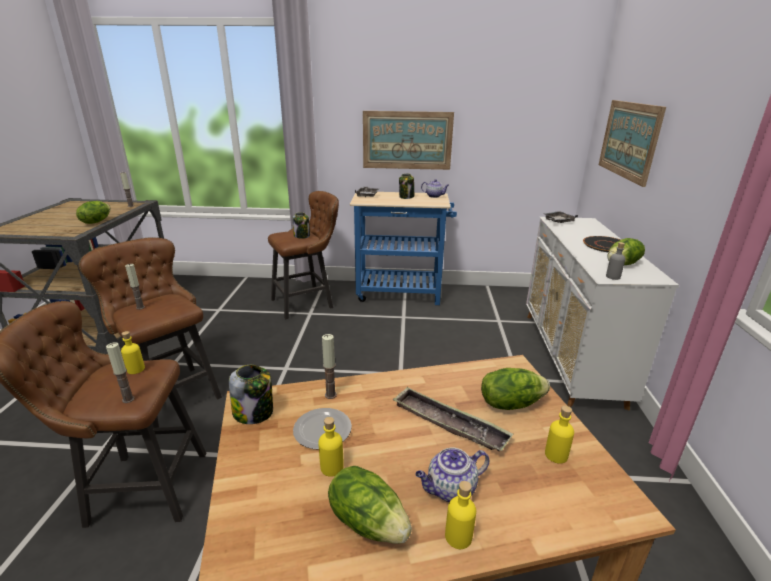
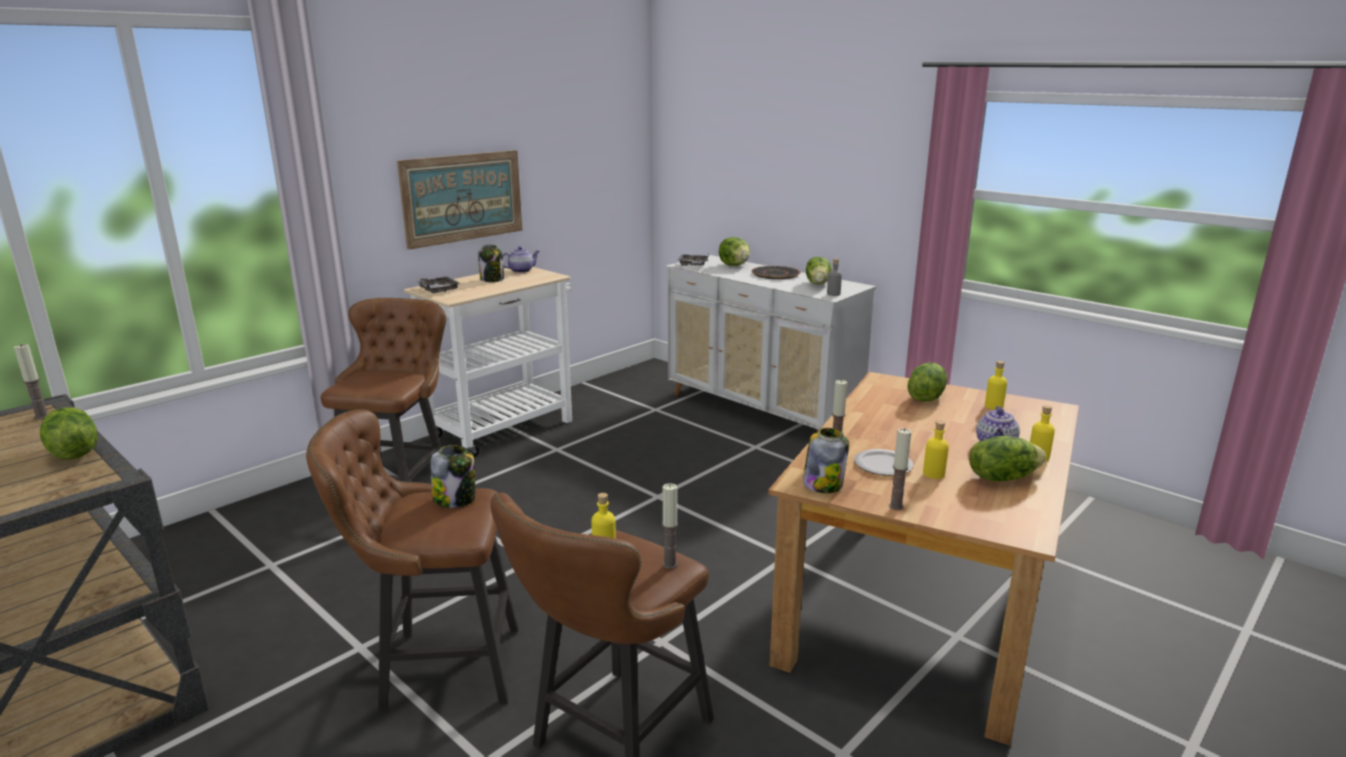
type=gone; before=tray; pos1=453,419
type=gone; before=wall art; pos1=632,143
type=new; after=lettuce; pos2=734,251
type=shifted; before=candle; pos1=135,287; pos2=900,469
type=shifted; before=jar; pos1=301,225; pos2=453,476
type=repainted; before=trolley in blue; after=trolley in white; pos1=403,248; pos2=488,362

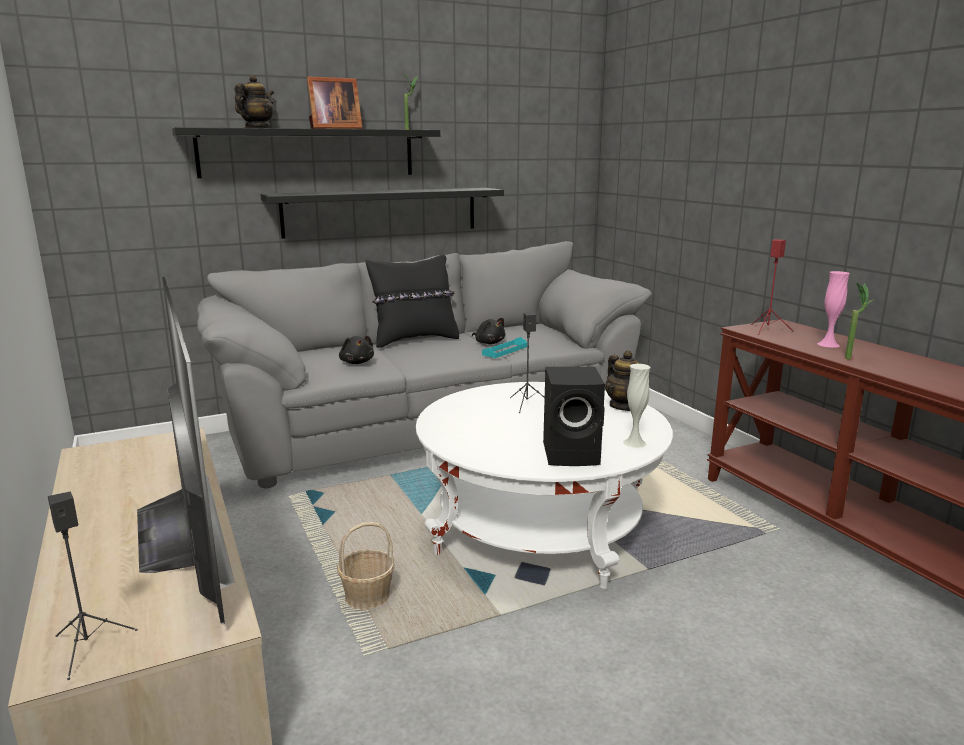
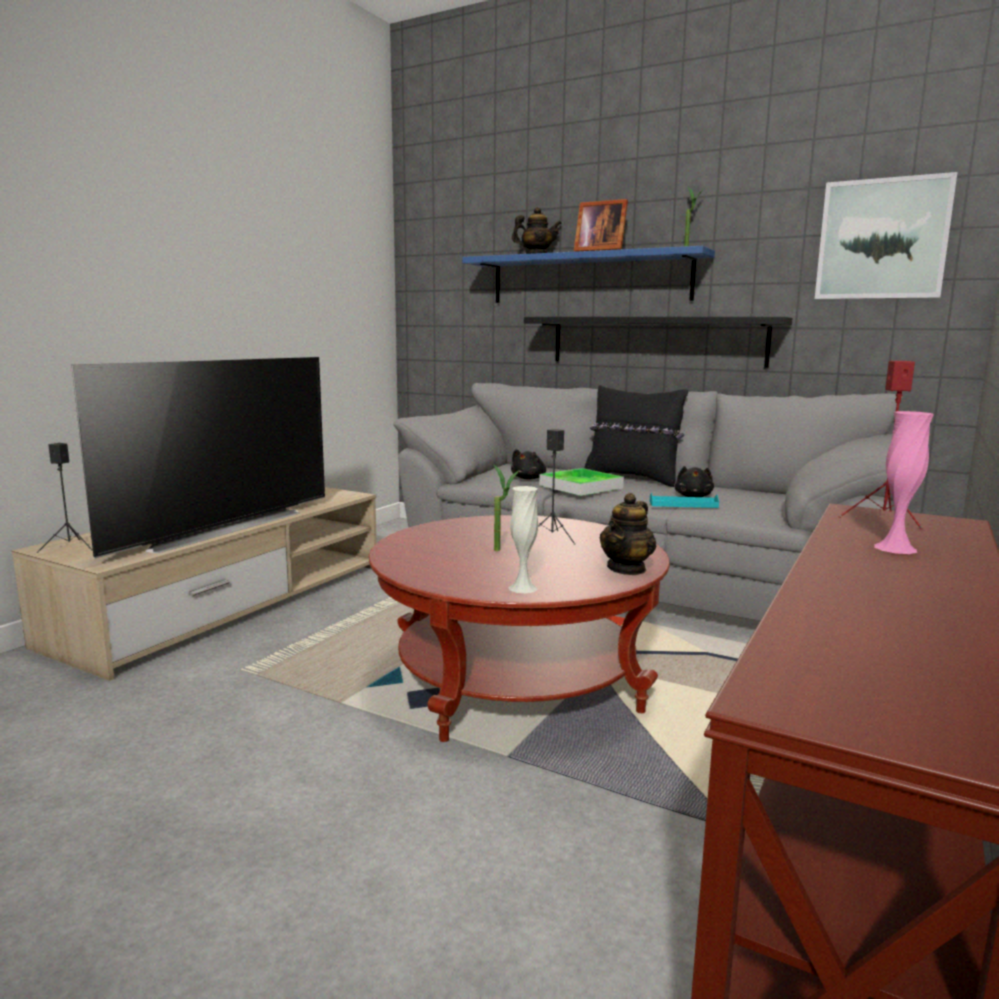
type=gone; before=household basket; pos1=366,566
type=gone; before=loudspeaker in black; pos1=574,416
type=new; after=tray; pos2=581,482
type=new; after=wall art; pos2=886,235
type=shifted; before=houseplant; pos1=860,321; pos2=506,507
type=repainted; before=bracket shelf in black; after=bracket shelf in blue; pos1=306,152; pos2=588,274
type=repainted; before=coffee table in white; after=coffee table in red-coloured; pos1=544,485; pos2=519,628

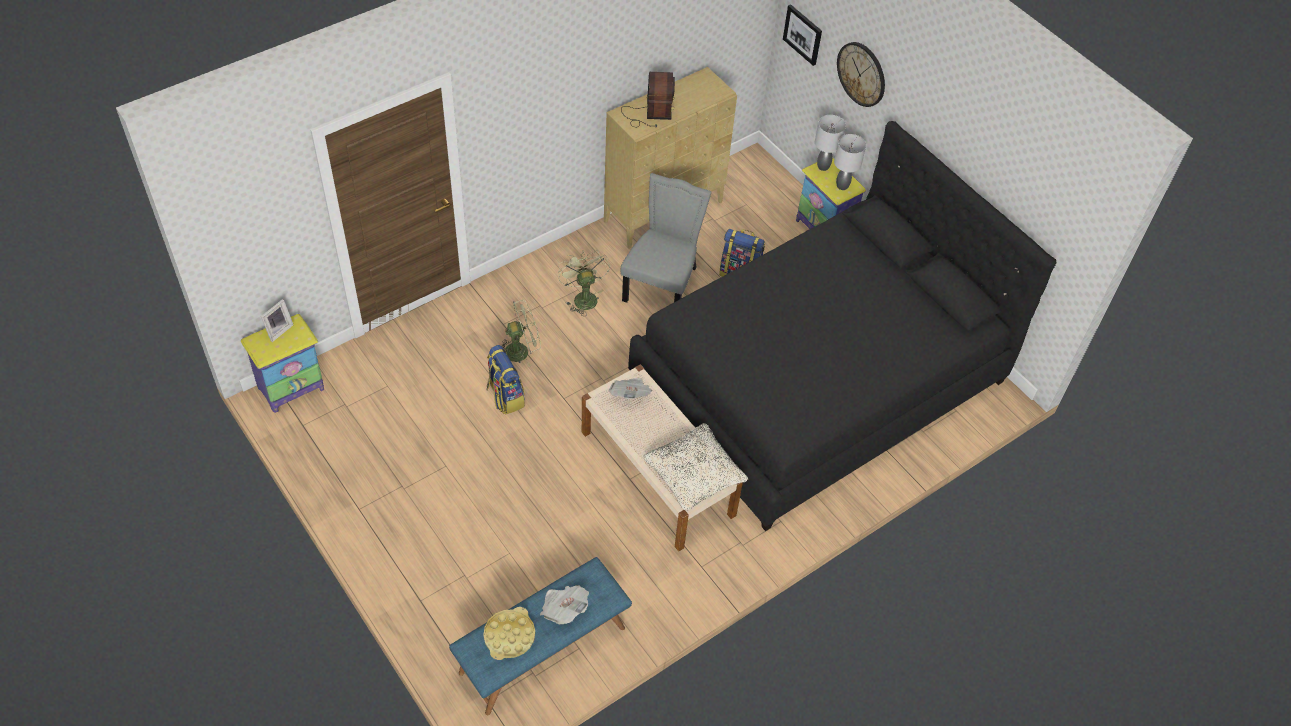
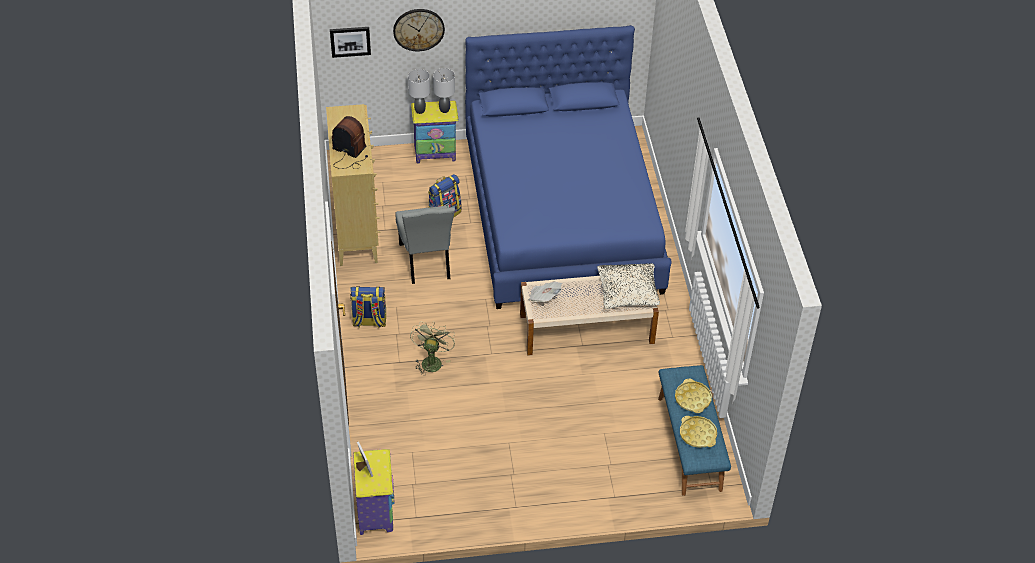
type=gone; before=fan in green-coloured; pos1=584,282
type=shifted; before=rucksack; pos1=505,380; pos2=368,307
type=swapped; before=newspaper; after=tray in yellow; pos1=564,604; pos2=693,396
type=repainted; before=bed in black; after=bed in blue; pos1=842,326; pos2=568,167
type=rotated; before=chair in grey; pos1=666,238; pos2=425,245; turn=-150

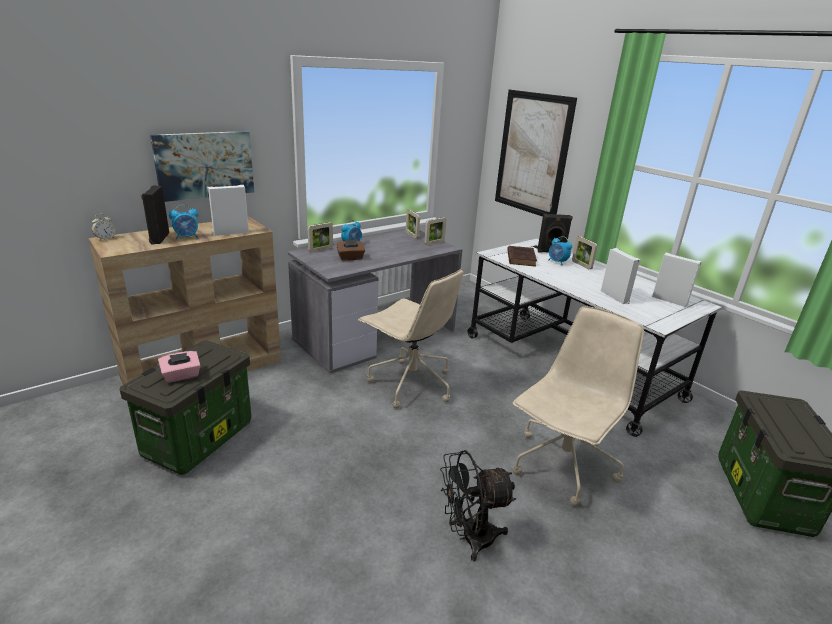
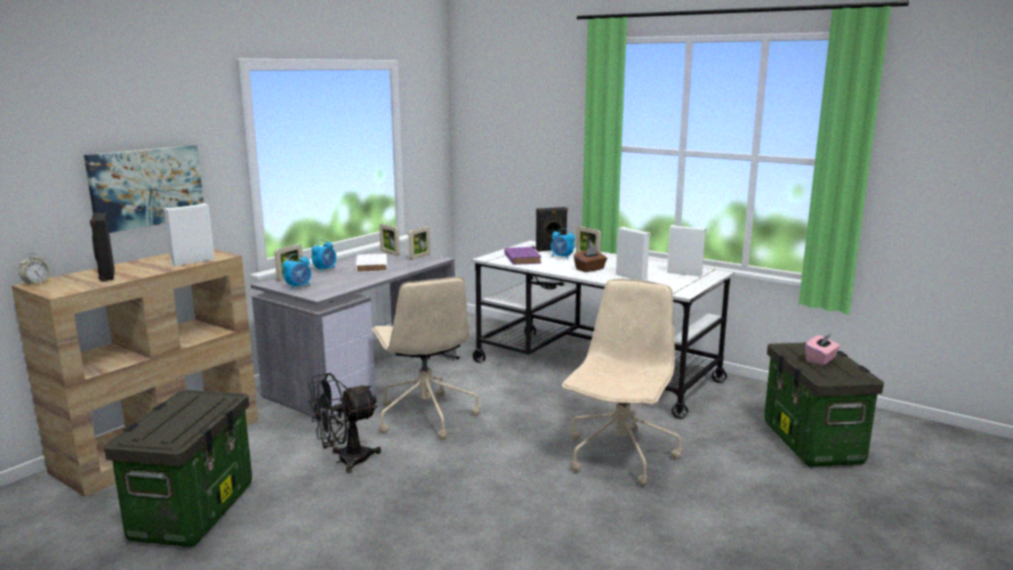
type=gone; before=wall art; pos1=536,153
type=new; after=volume in white; pos2=372,263
type=shifted; before=tissue holder in pink; pos1=179,367; pos2=822,349
type=shifted; before=bedside clock; pos1=184,222; pos2=296,272
type=shifted; before=tissue holder in brown-coloured; pos1=350,250; pos2=590,259
type=shifted; before=fan in black; pos1=478,505; pos2=345,423
type=repainted; before=volume in brown-coloured; after=volume in purplish; pos1=522,256; pos2=522,256
type=rotated; before=desk chair in beige-coloured; pos1=411,339; pos2=426,358; turn=45

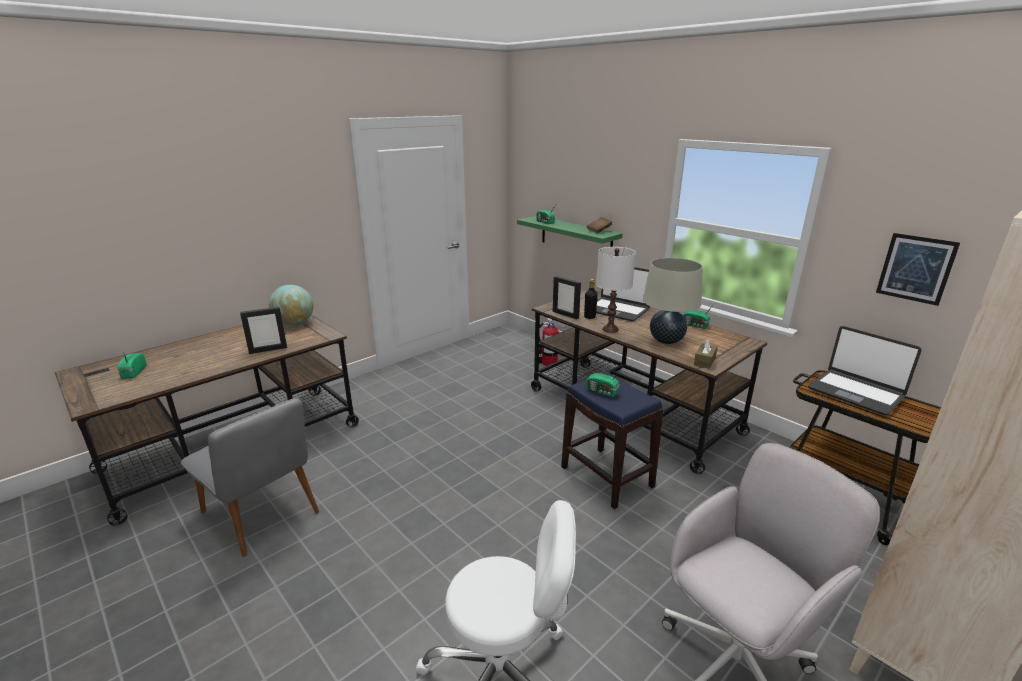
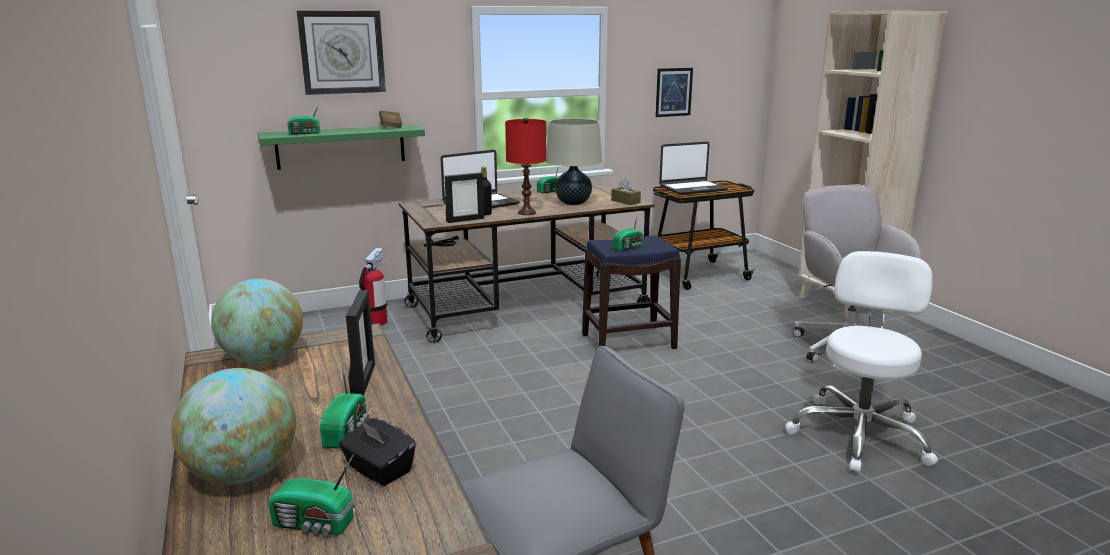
type=new; after=globe; pos2=233,426
type=new; after=hanging clock; pos2=341,52
type=new; after=radio receiver; pos2=344,404
type=new; after=tissue holder in black; pos2=377,452
type=repainted; before=lamp for a table in white; after=lamp for a table in red-coloured; pos1=616,290; pos2=525,166

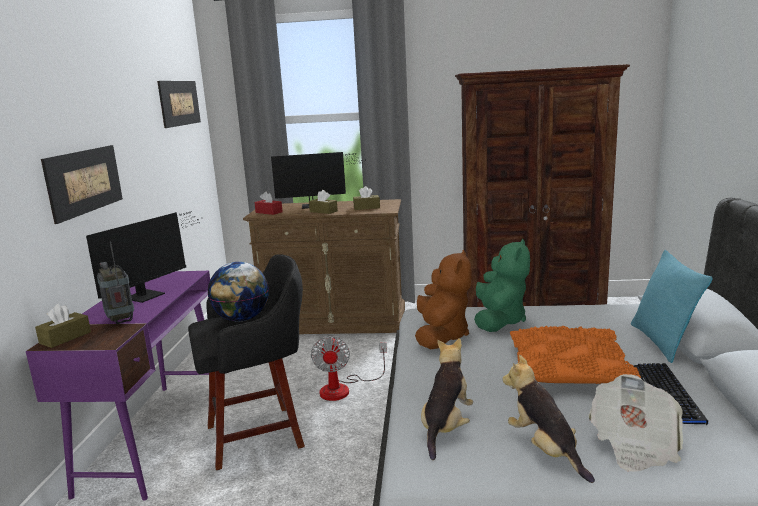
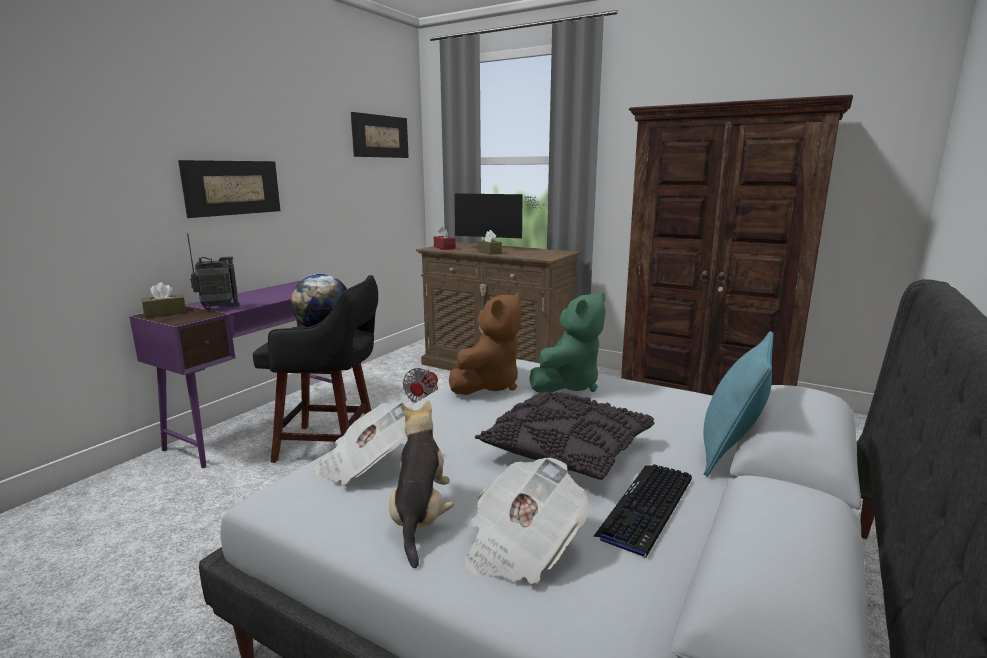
type=gone; before=monitor; pos1=144,257
type=gone; before=tissue holder in brown-coloured; pos1=366,198
type=swapped; before=cuddly toy; after=newspaper; pos1=447,399; pos2=362,443
type=repainted; before=pillow in orange-coloured; after=pillow in black; pos1=575,355; pos2=565,435
type=rotated; before=radio receiver; pos1=115,282; pos2=213,271; turn=75

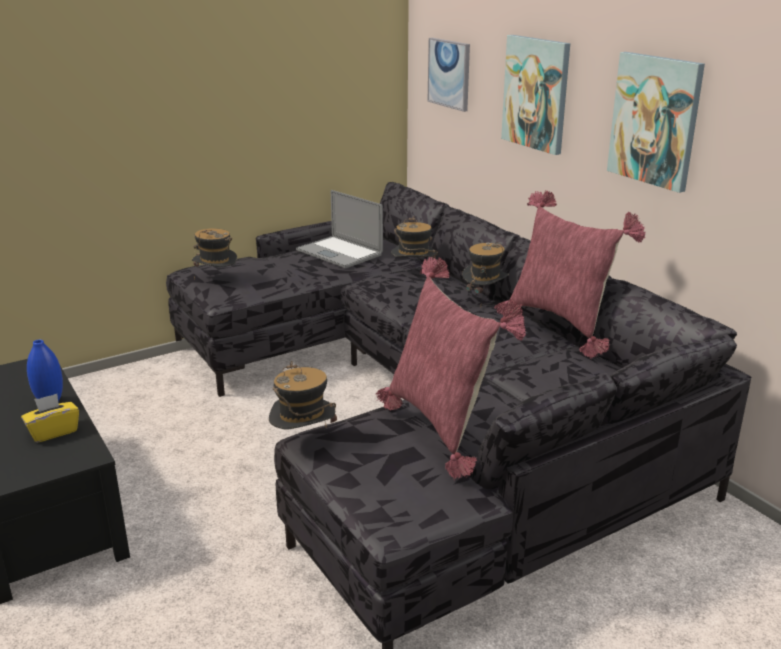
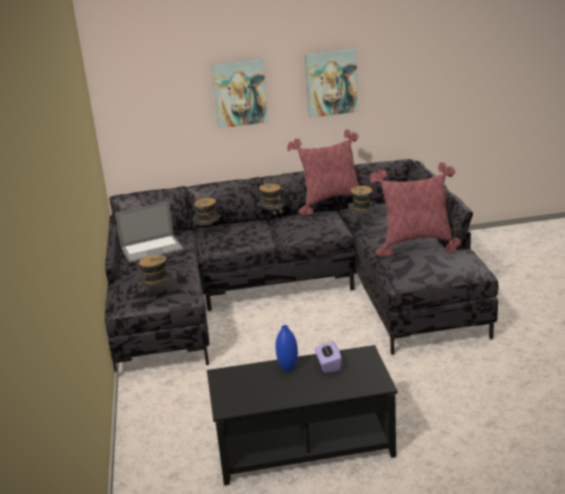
type=gone; before=wall art; pos1=449,75
type=shifted; before=clothing hat; pos1=303,395; pos2=362,200
type=repainted; before=tissue holder in yellow; after=tissue holder in purplish; pos1=50,418; pos2=328,357

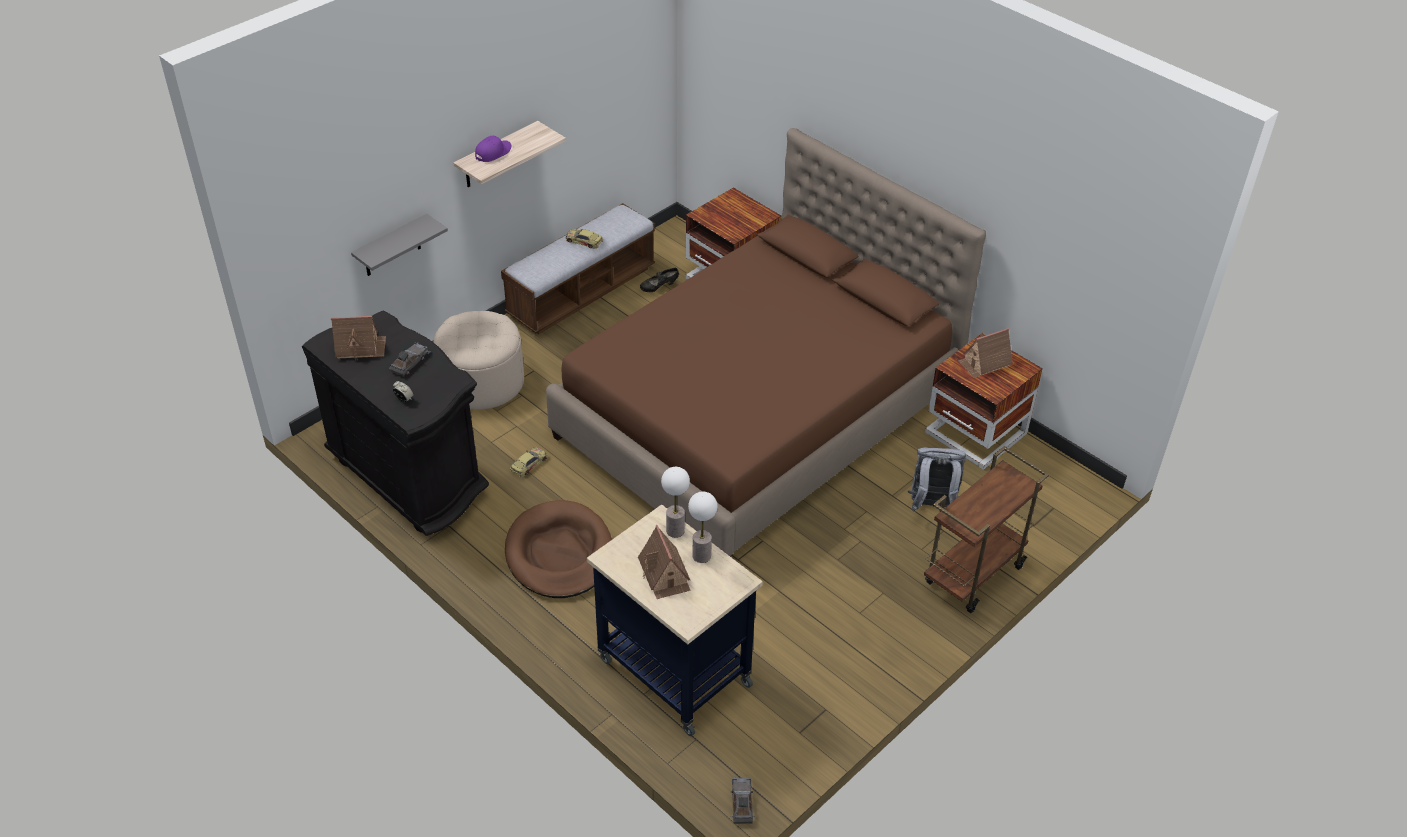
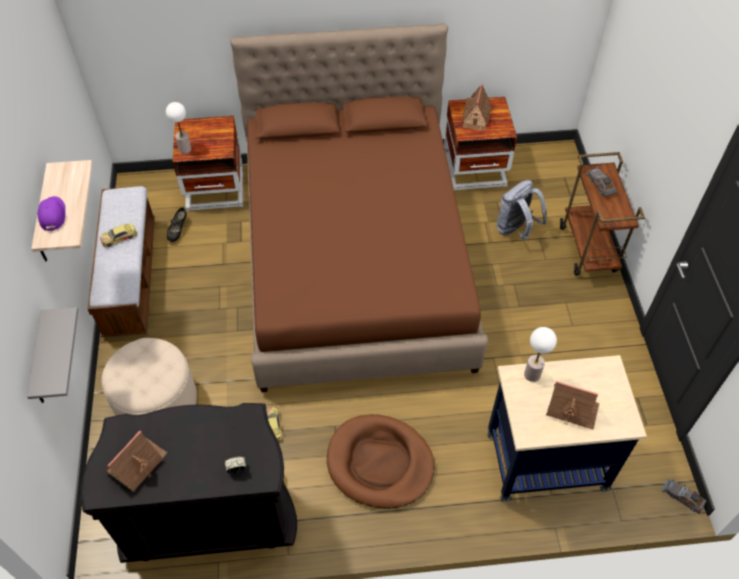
type=shifted; before=toy car in grey; pos1=409,359; pos2=601,182
type=shifted; before=lamp for a table; pos1=702,527; pos2=178,128

